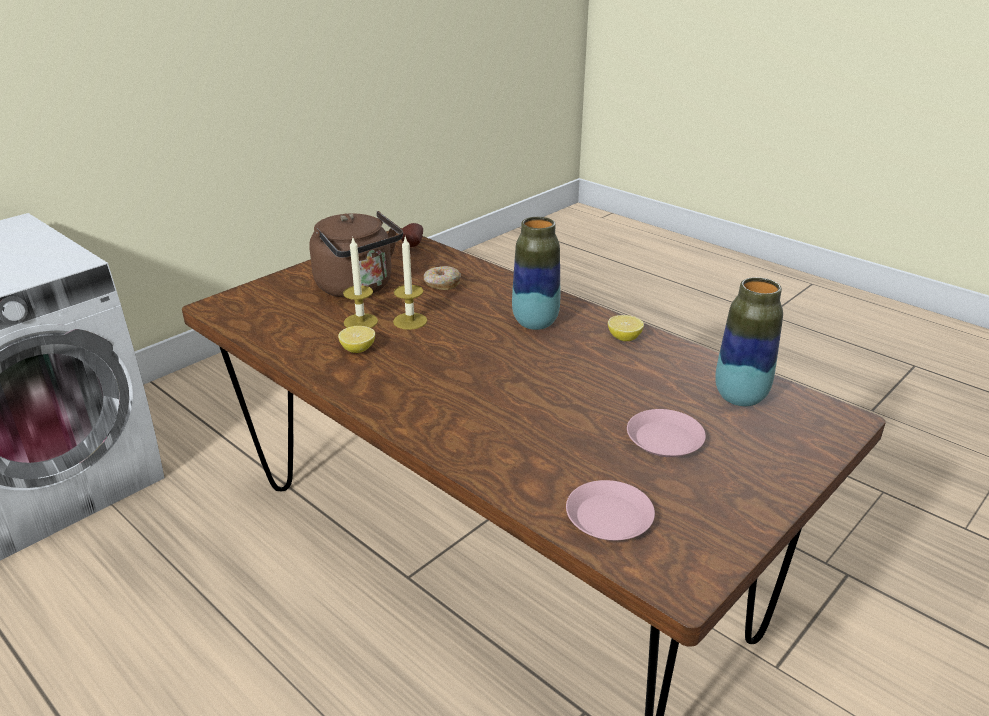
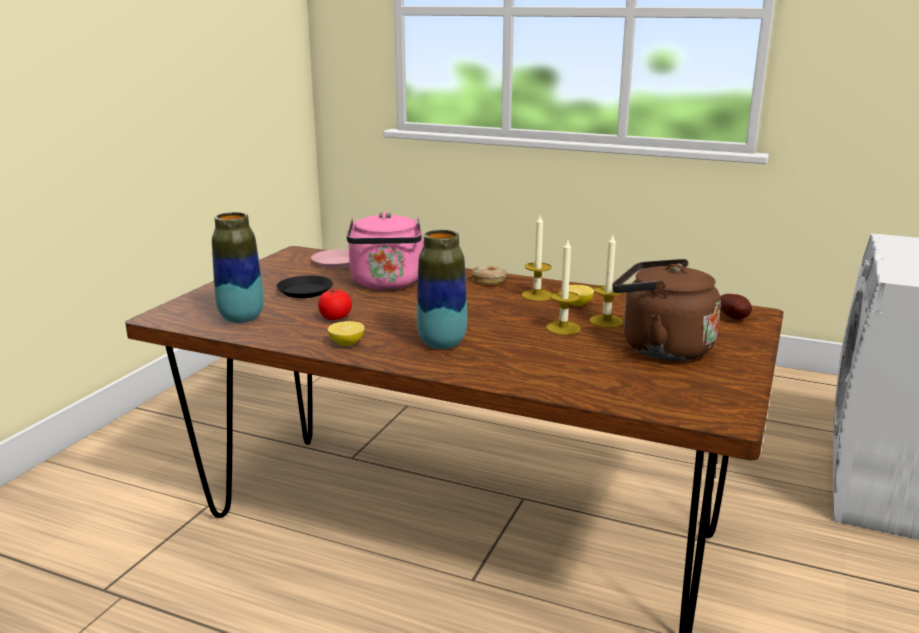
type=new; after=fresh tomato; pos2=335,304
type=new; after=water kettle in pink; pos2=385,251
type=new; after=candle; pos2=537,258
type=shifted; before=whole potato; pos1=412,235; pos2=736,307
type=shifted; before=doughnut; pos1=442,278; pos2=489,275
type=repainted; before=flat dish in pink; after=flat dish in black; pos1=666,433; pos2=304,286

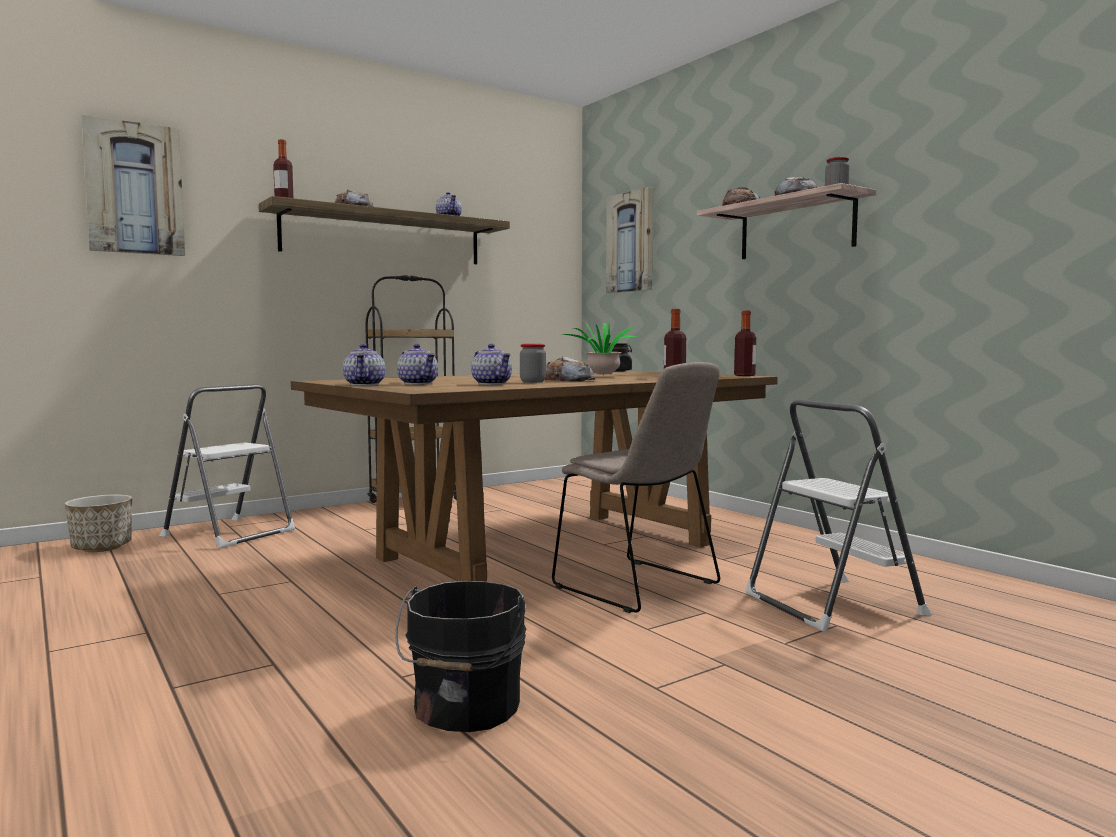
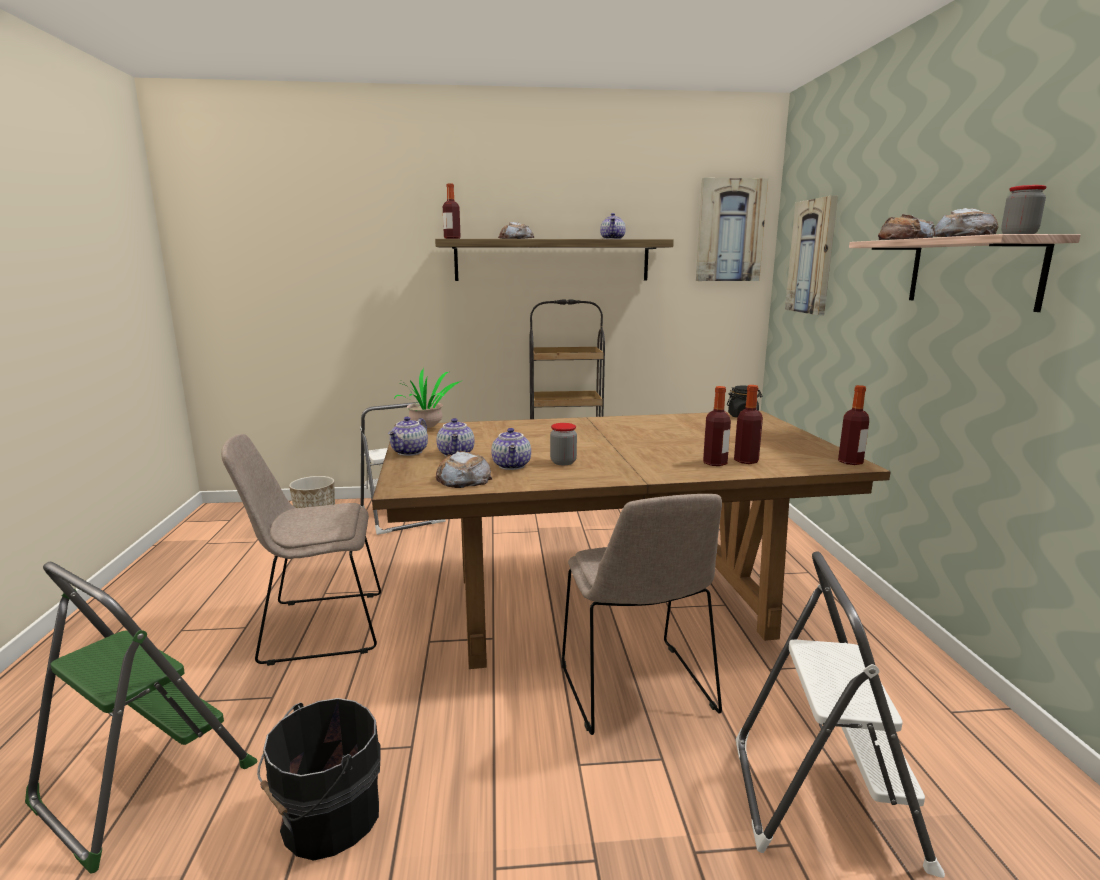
type=new; after=step stool in green-coloured; pos2=141,717
type=new; after=chair in beige-coloured; pos2=301,550
type=new; after=beverage bottle; pos2=717,426
type=shifted; before=wall art; pos1=133,185; pos2=732,229
type=shifted; before=bakery bread; pos1=570,369; pos2=464,469
type=shifted; before=houseplant; pos1=599,348; pos2=427,398

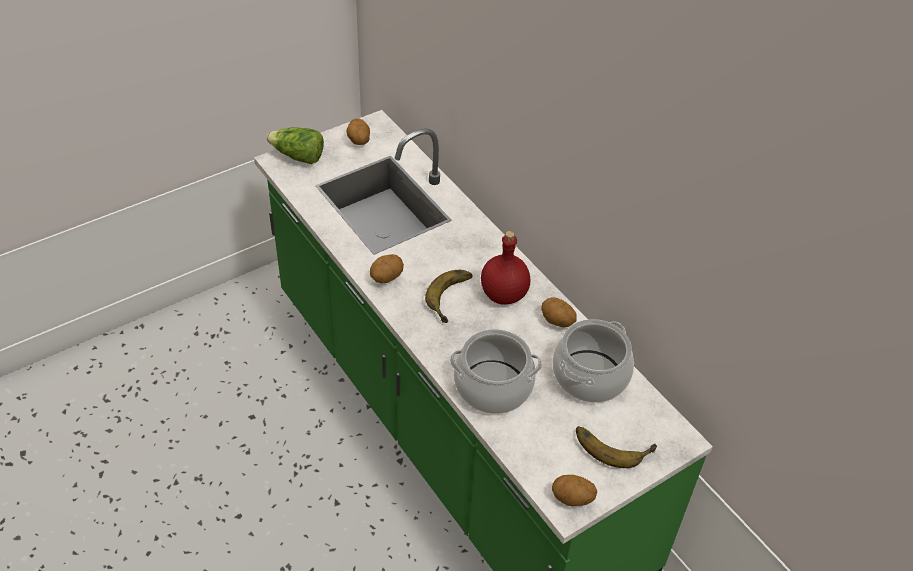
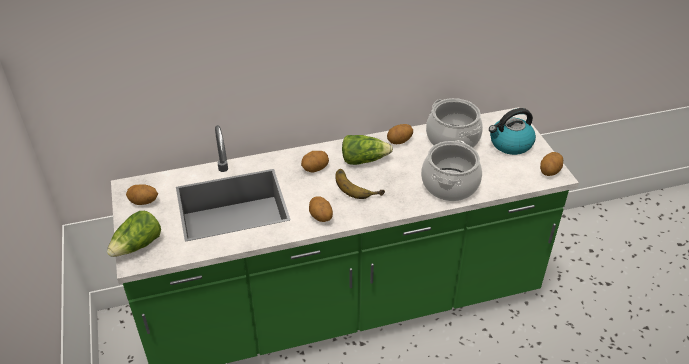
type=new; after=whole potato; pos2=315,161
type=swapped; before=beverage bottle in red-coloured; after=lettuce; pos1=505,268; pos2=367,150
type=swapped; before=banana; after=water kettle; pos1=616,447; pos2=512,131

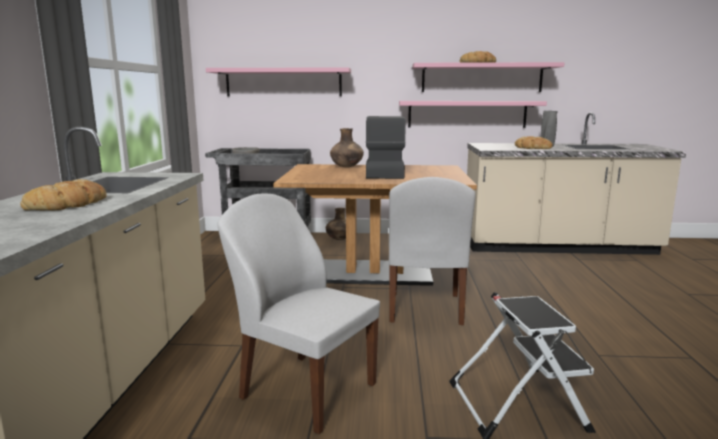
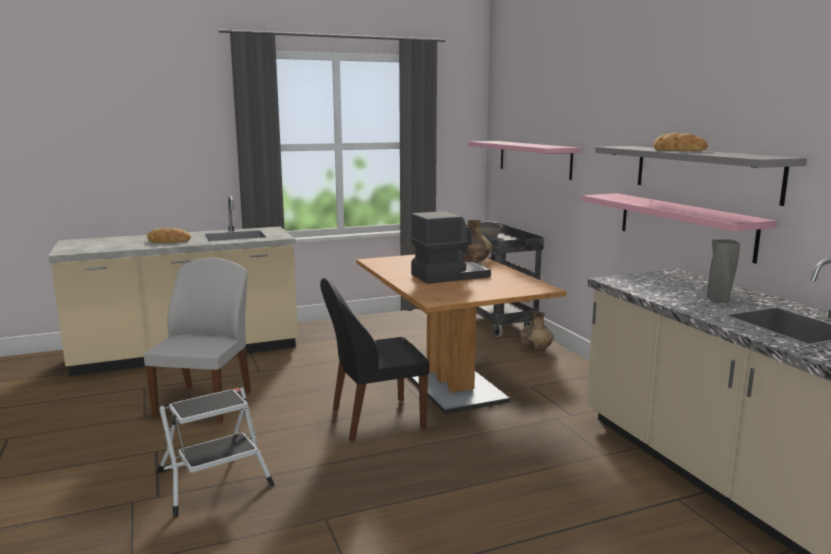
type=gone; before=bakery bread; pos1=534,142
type=repainted; before=chair in white; after=chair in black; pos1=432,251; pos2=374,359
type=repainted; before=bracket shelf in pink; after=bracket shelf in grey; pos1=488,77; pos2=701,176

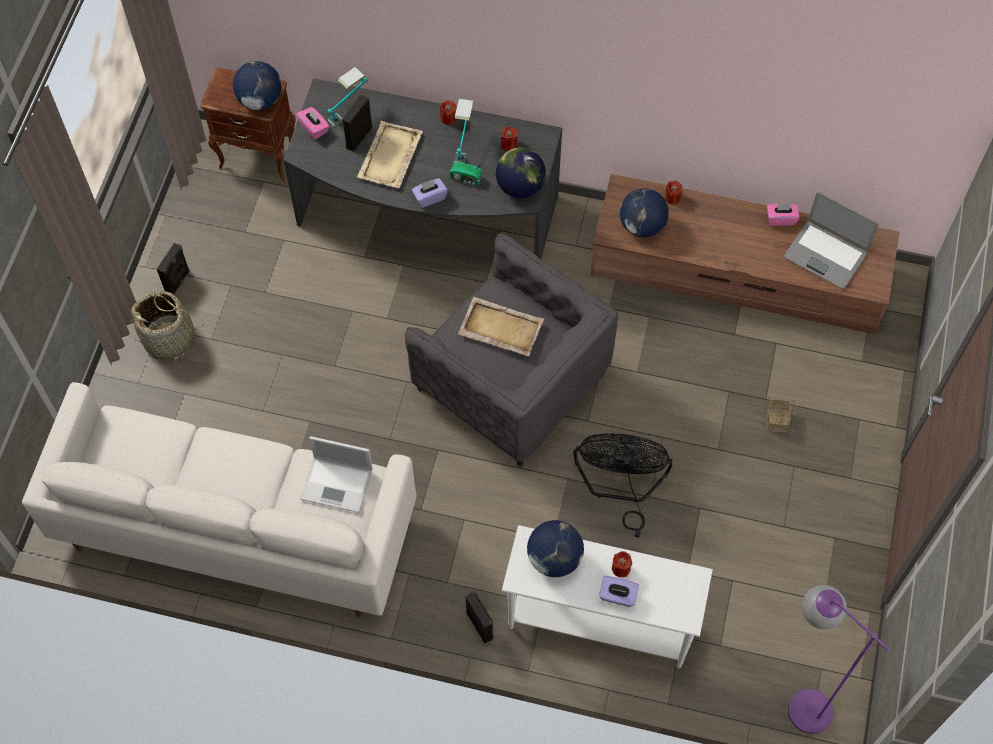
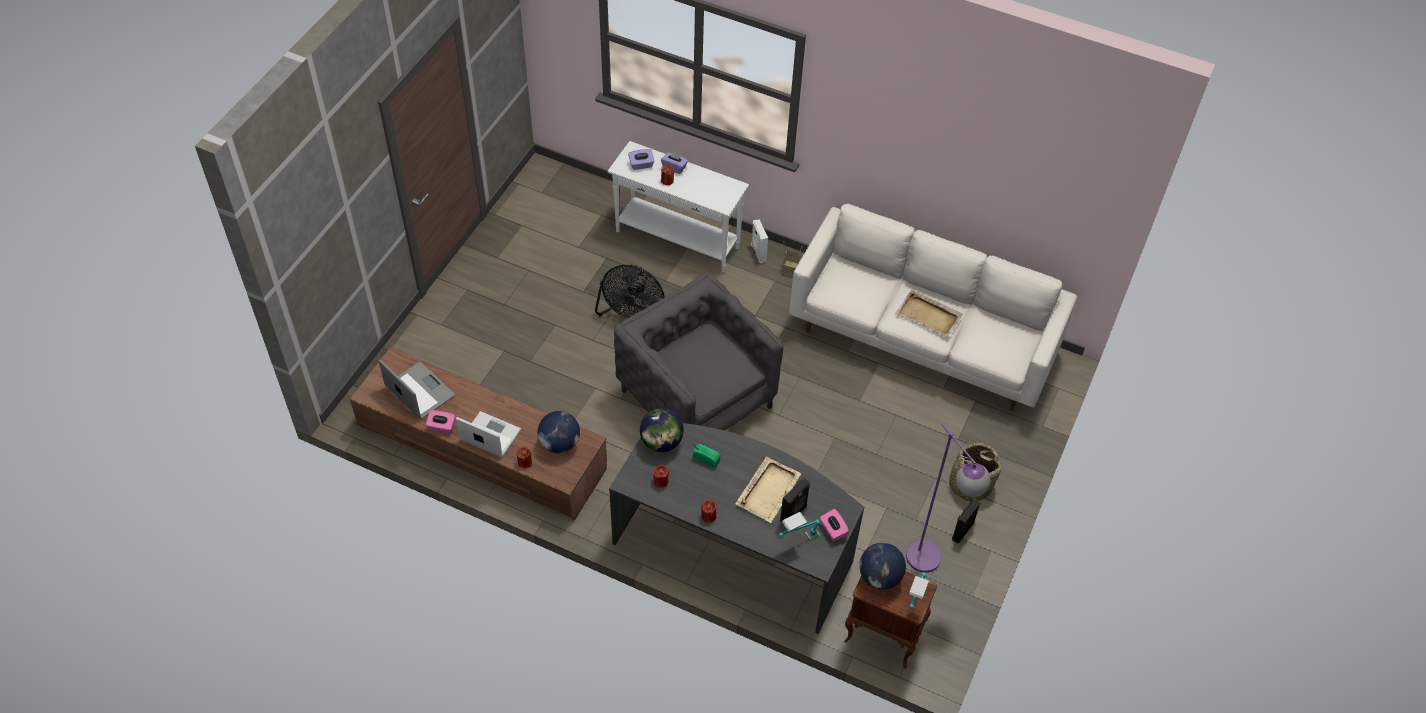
type=gone; before=globe; pos1=555,548
type=shifted; before=laptop; pos1=337,474; pos2=488,434
type=shifted; before=tissue holder in purplish; pos1=430,193; pos2=641,159
type=shifted; before=lamp for a table; pos1=464,131; pos2=919,590
type=shifted; before=tray in beige-coloured; pos1=501,326; pos2=929,313
type=shifted; before=household basket; pos1=782,413; pos2=792,258
type=shifted; before=standing lamp in purplish; pos1=839,659; pos2=948,498
type=repainted; before=loudspeaker in black; after=loudspeaker in white; pos1=479,617; pos2=759,241

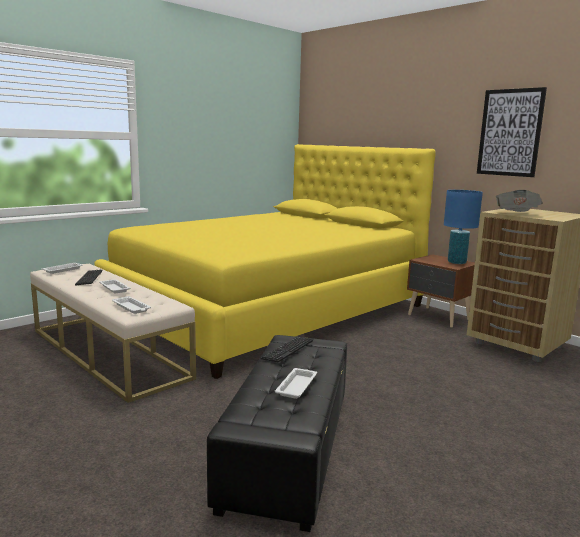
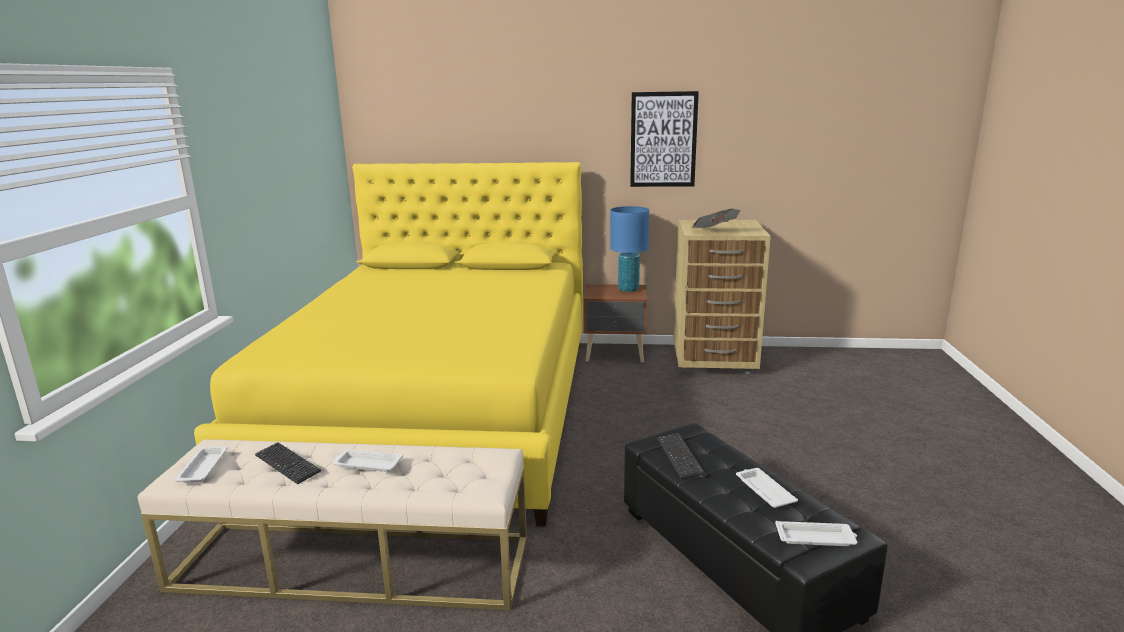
type=shifted; before=tray in white; pos1=131,305; pos2=816,533

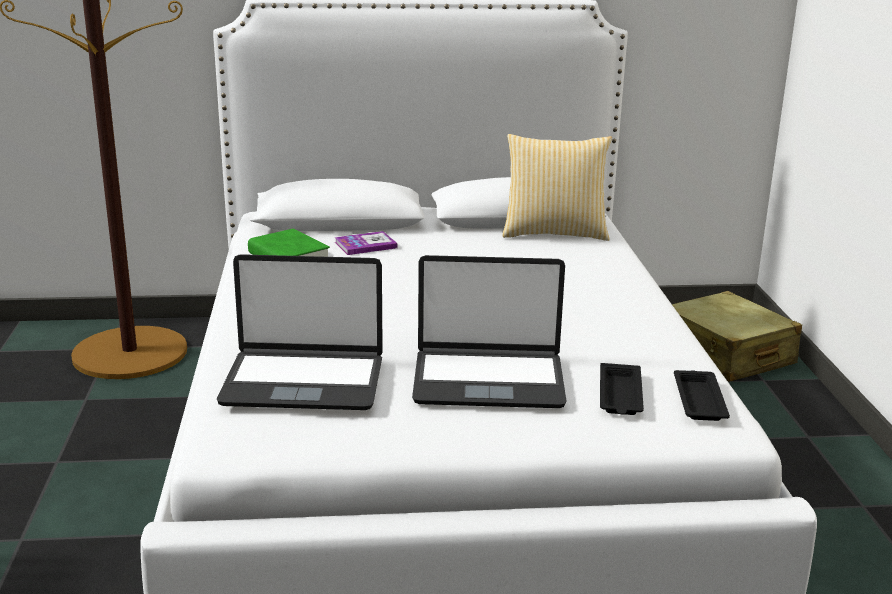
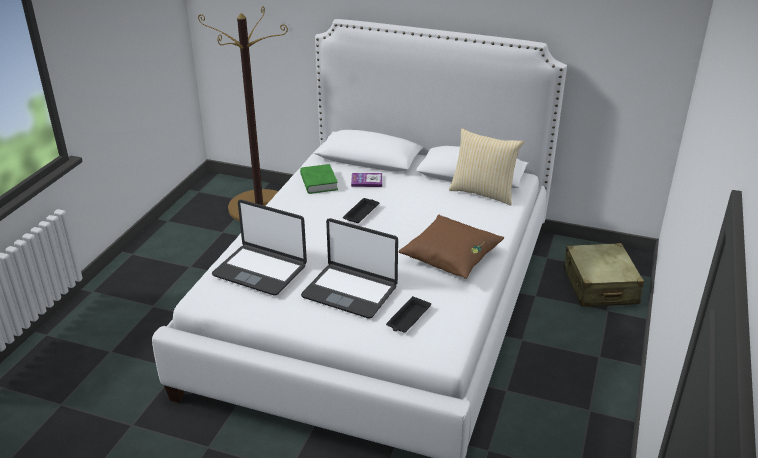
type=new; after=pillow in brown-coloured; pos2=451,247
type=shifted; before=tray in black; pos1=702,395; pos2=361,210

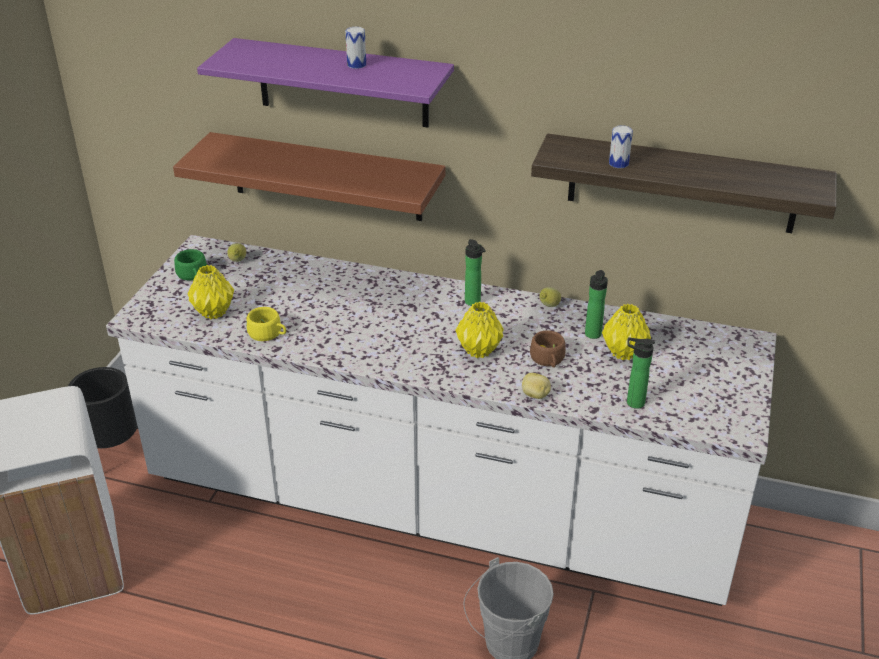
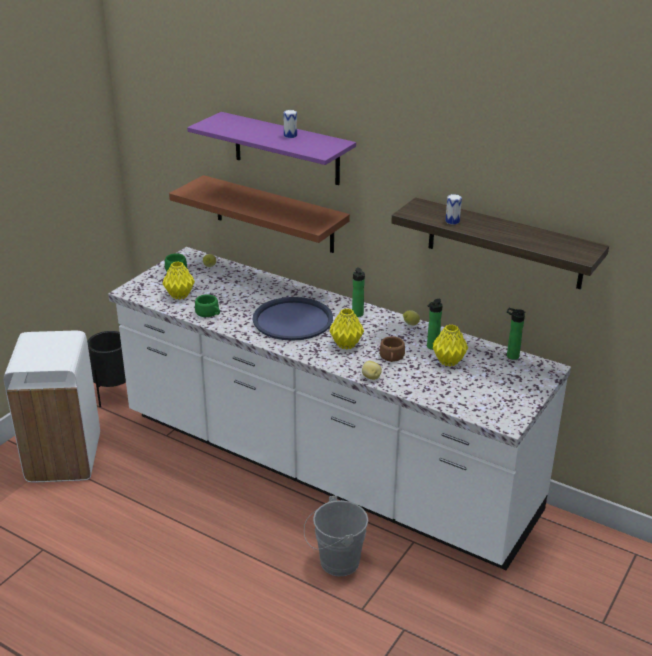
type=new; after=tray in blue; pos2=293,319
type=shifted; before=beverage bottle; pos1=641,373; pos2=516,334
type=repainted; before=drinking cup in yellow; after=drinking cup in green-coloured; pos1=266,324; pos2=207,305

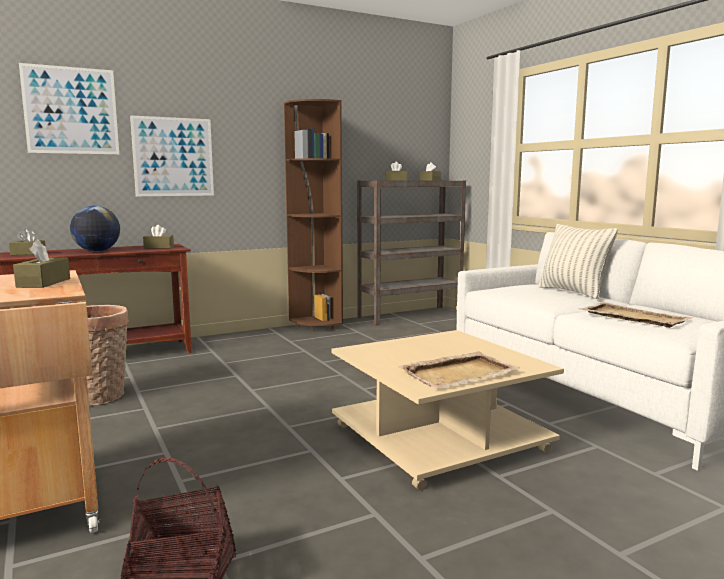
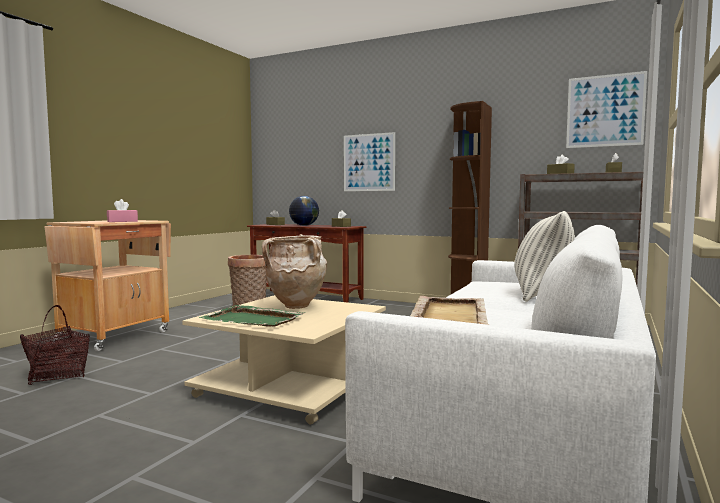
type=new; after=vase in beige-coloured; pos2=294,271
type=shifted; before=wall art; pos1=69,108; pos2=606,109
type=repainted; before=tissue holder in brown-coloured; after=tissue holder in pink; pos1=41,263; pos2=122,210
type=repainted; before=tray in beige-coloured; after=tray in green-coloured; pos1=459,370; pos2=251,316

